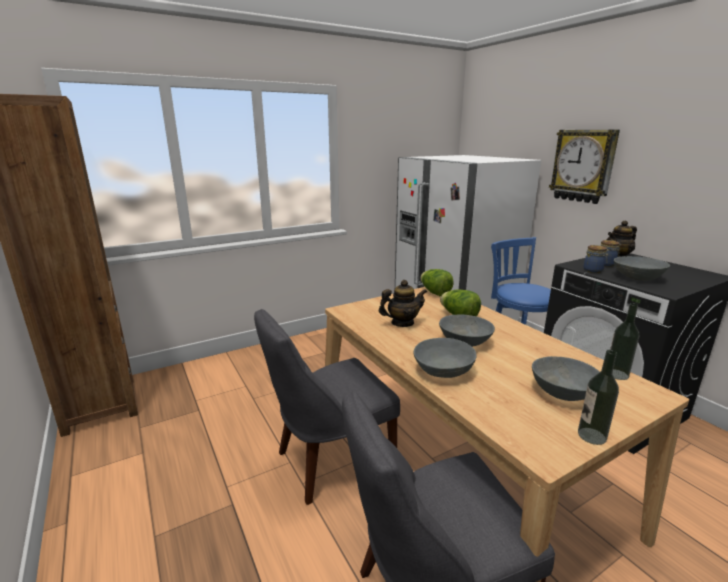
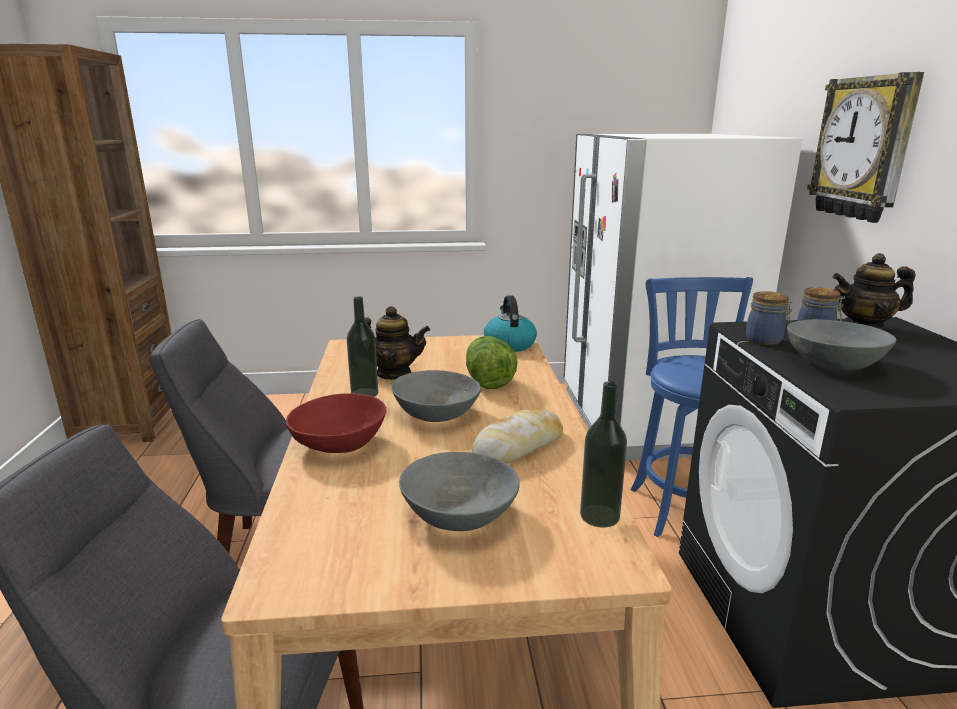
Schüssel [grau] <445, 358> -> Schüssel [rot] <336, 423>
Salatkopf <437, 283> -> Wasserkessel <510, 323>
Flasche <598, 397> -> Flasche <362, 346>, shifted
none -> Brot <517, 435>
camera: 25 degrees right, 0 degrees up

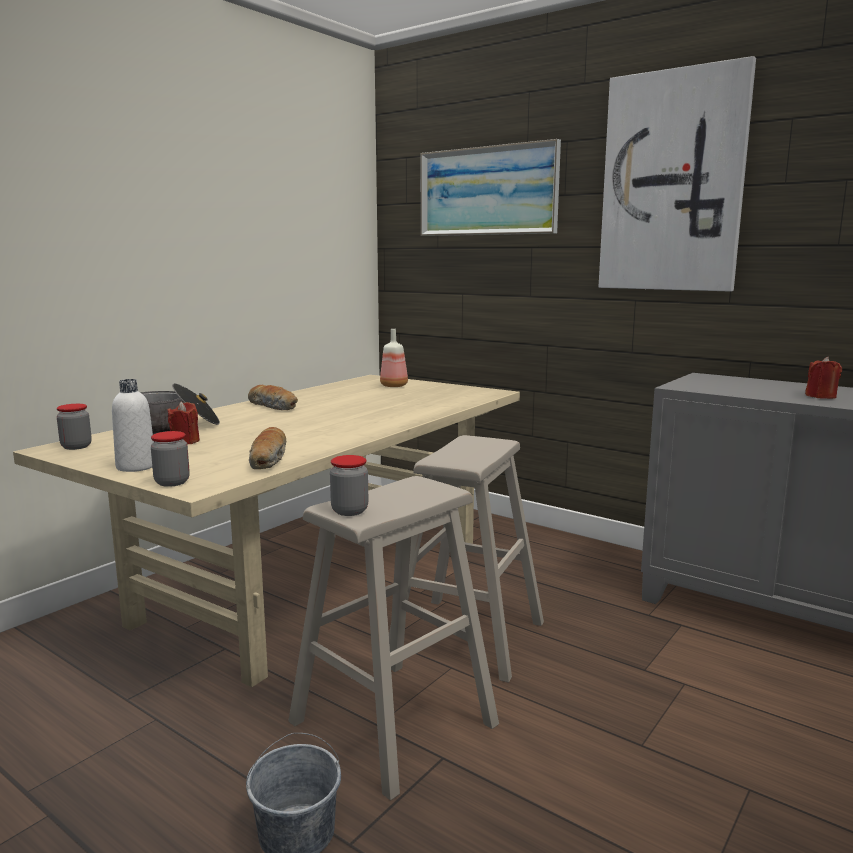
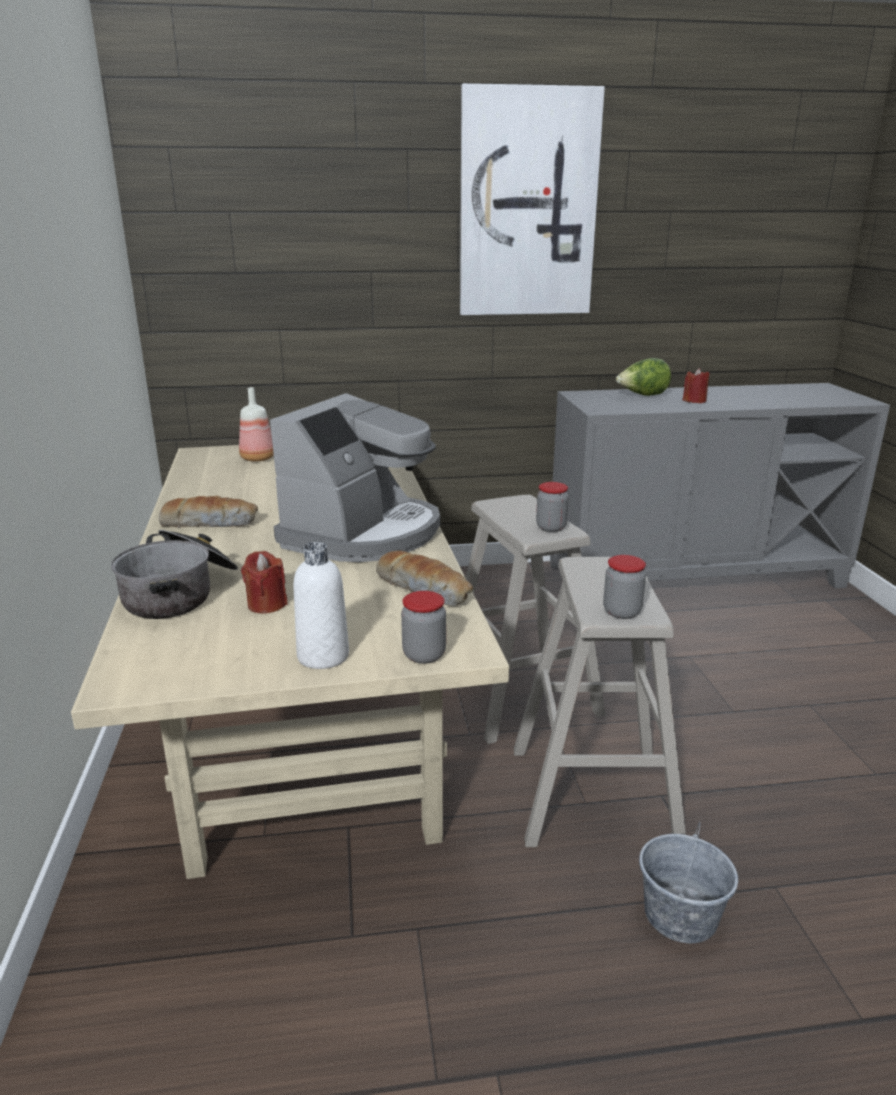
Vorratsglas <74, 427> -> Vorratsglas <552, 507>, shifted
Bild <491, 187> -> none
none -> Kaffeemaschine <355, 477>
none -> Salatkopf <643, 377>
camera: 45 degrees left, 10 degrees up

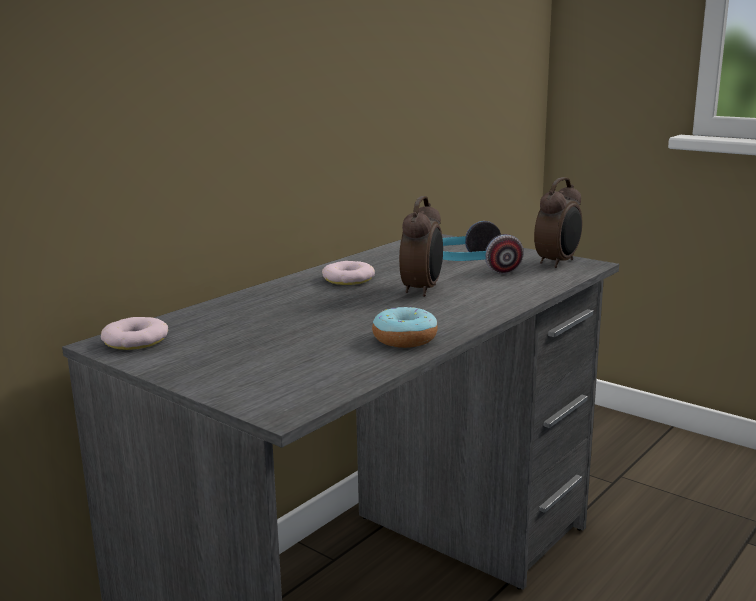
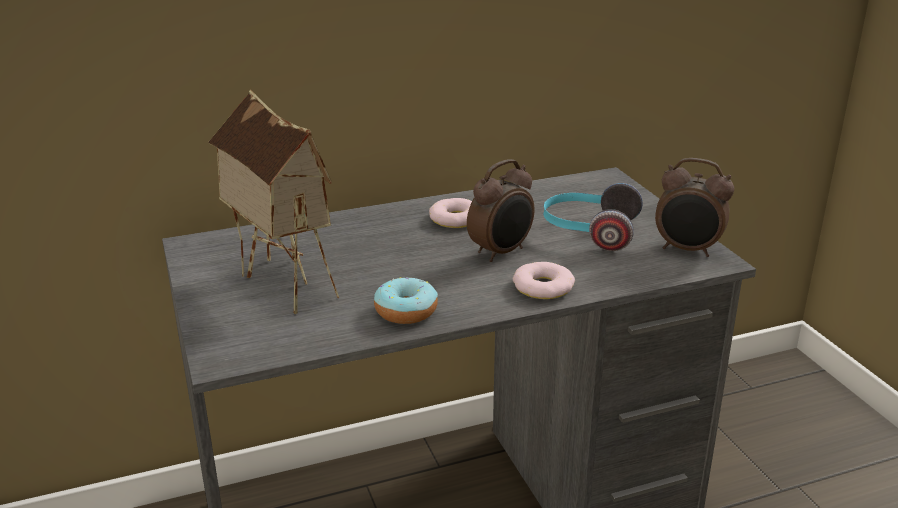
Donut <134, 333> -> Donut <544, 280>, shifted
Wecker <558, 222> -> Wecker <694, 207>, 45 degrees clockwise
none -> Spielzeughaus <273, 201>
camera: 30 degrees right, 10 degrees up

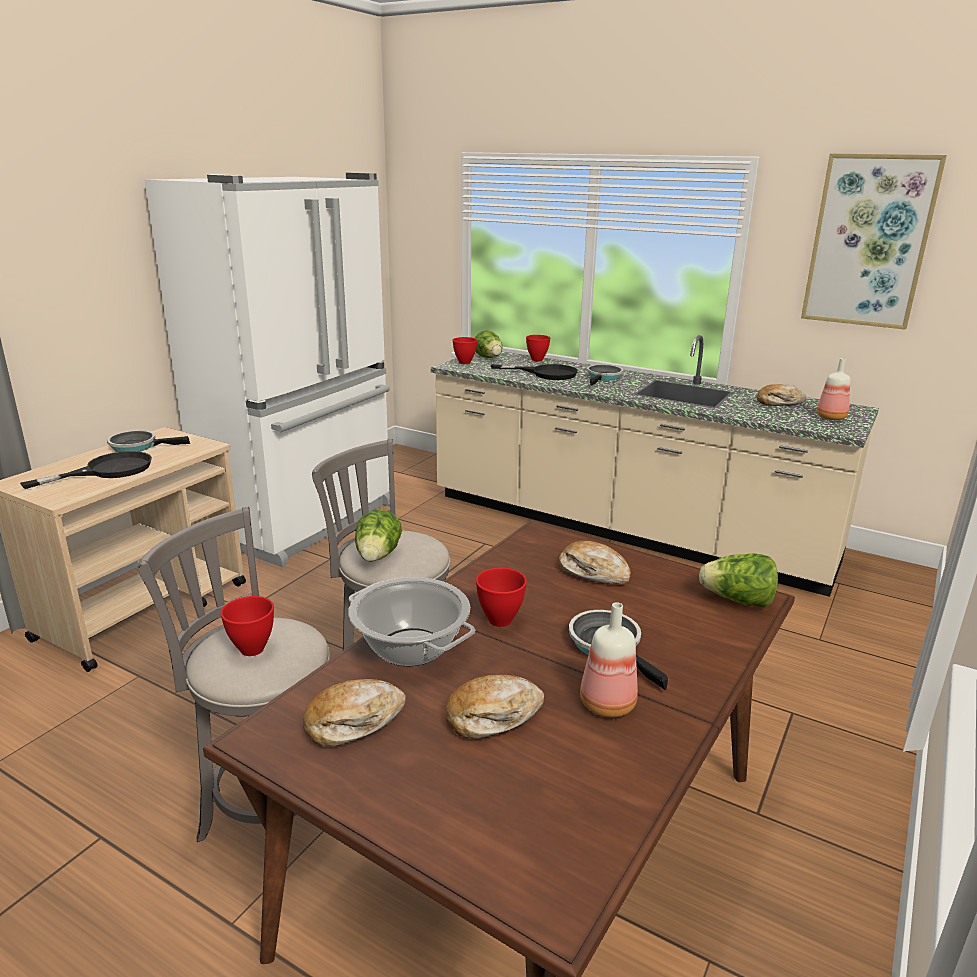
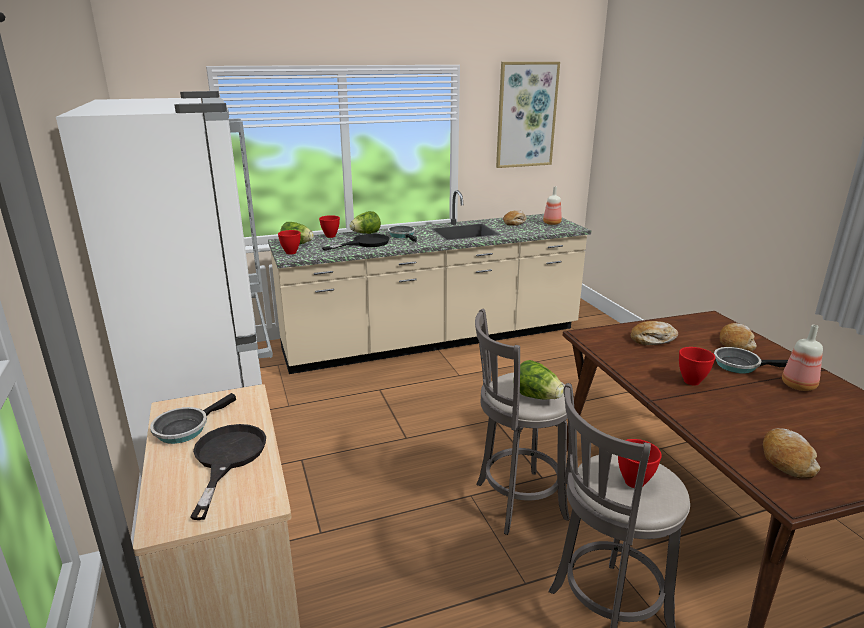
Kochtopf <412, 621> -> none
Brot <494, 707> -> Brot <738, 337>, shifted
Salatkopf <738, 580> -> Salatkopf <365, 222>, shifted
camera: 50 degrees left, 0 degrees up

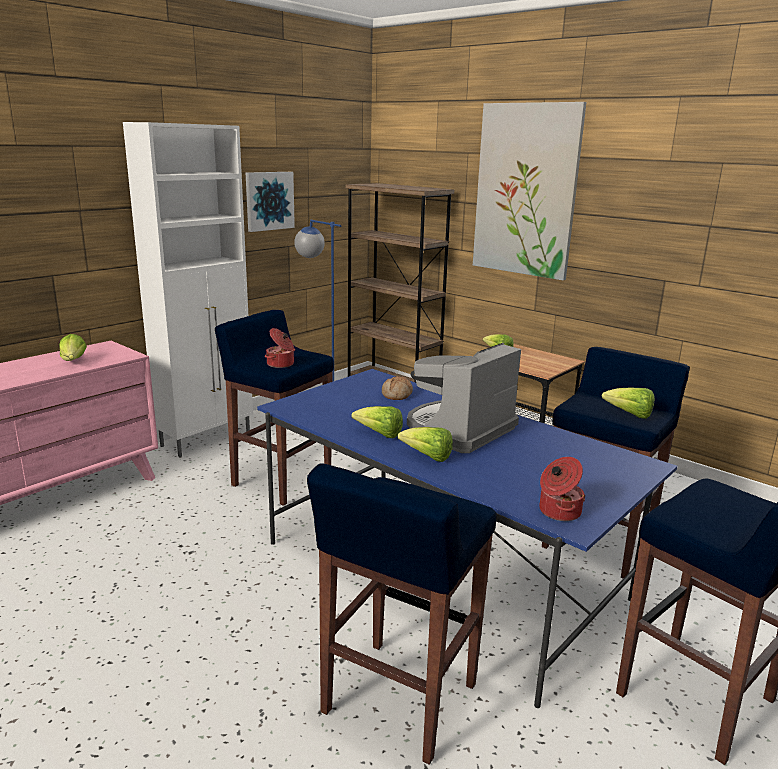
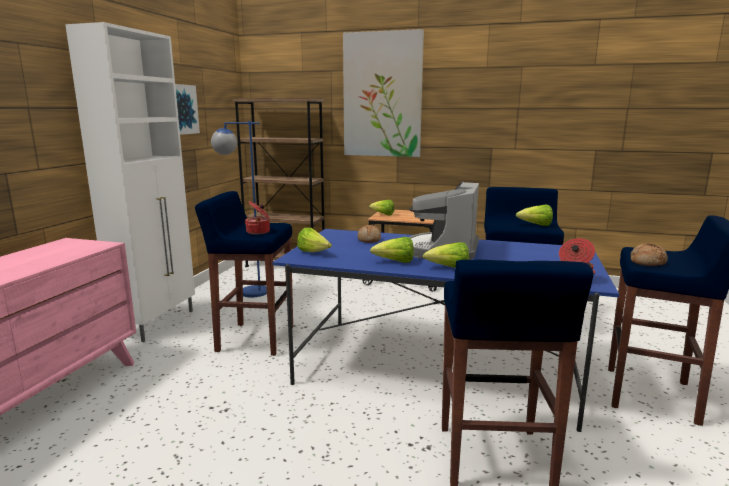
Salatkopf <73, 347> -> Salatkopf <314, 240>, shifted
none -> Brot <649, 254>
camera: 25 degrees left, 5 degrees down

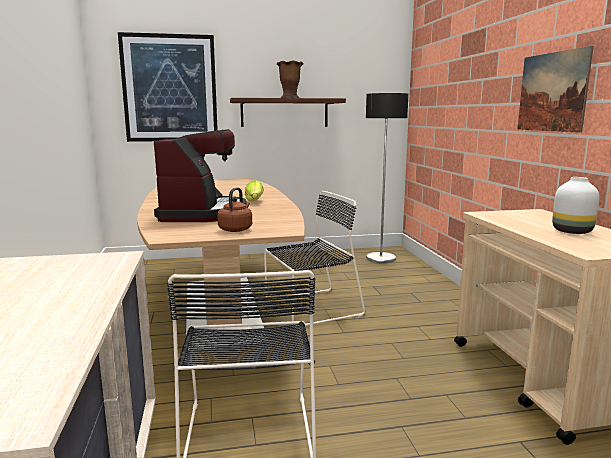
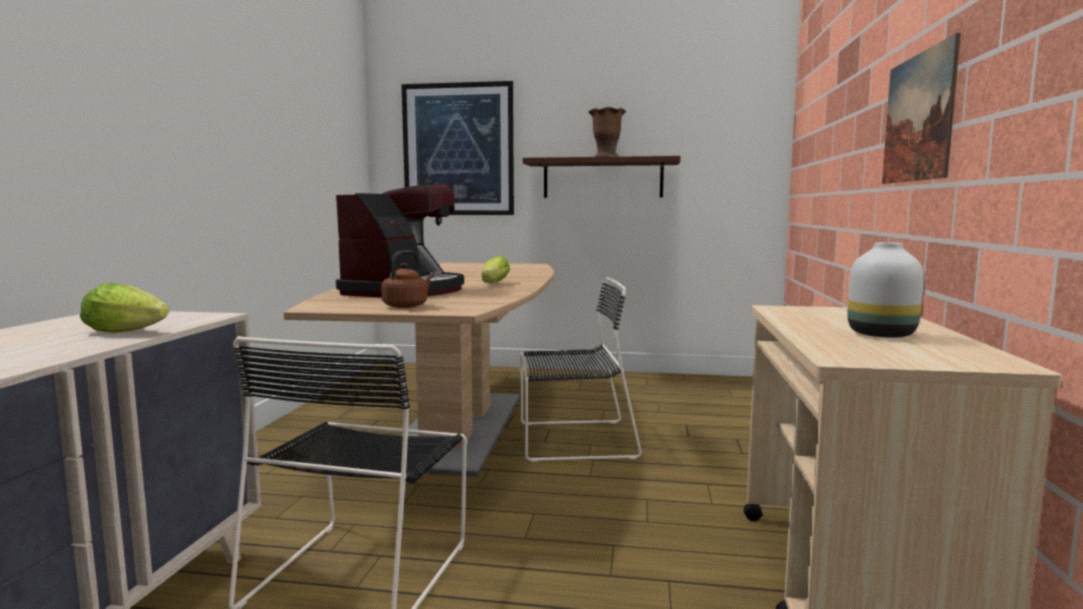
Stehlampe <387, 178> -> none
none -> Salatkopf <124, 308>
camera: 20 degrees right, 5 degrees down

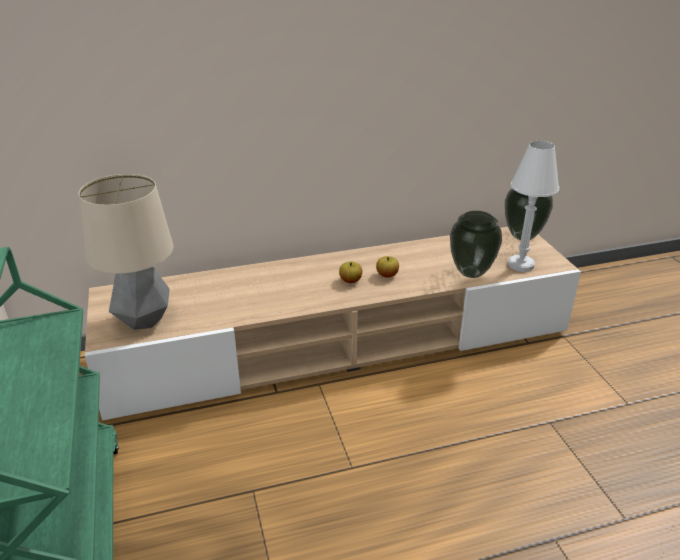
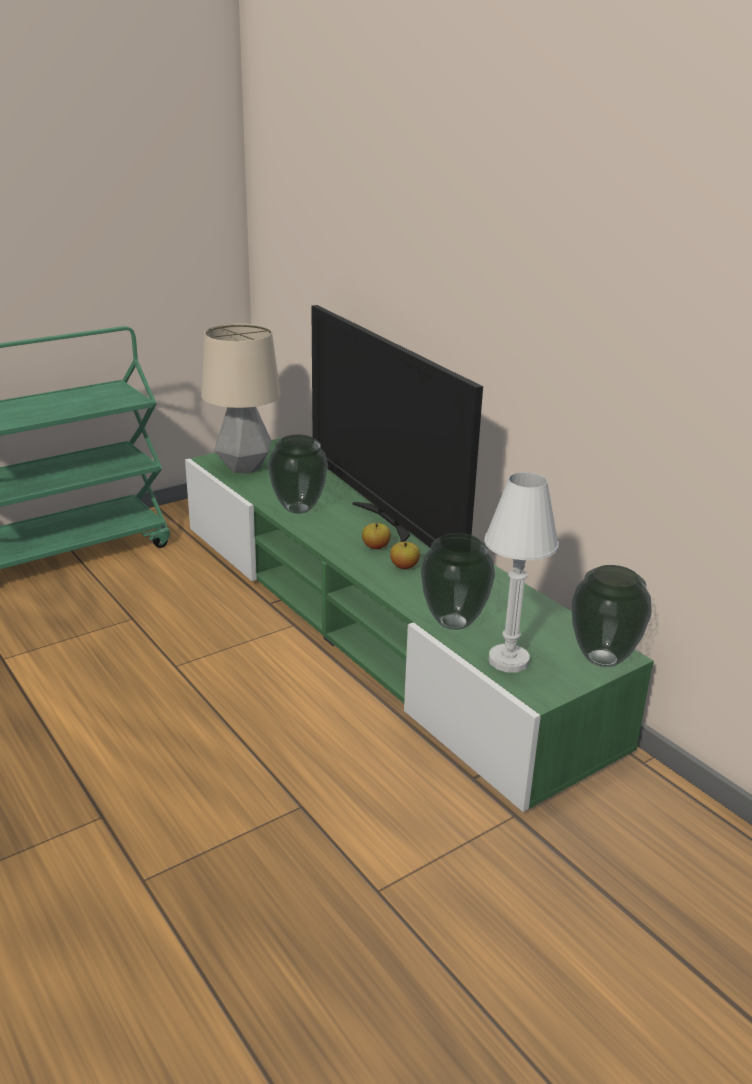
Fernsehschrank [beige] <333, 324> -> Fernsehschrank [grün] <419, 625>
none -> Vase <298, 474>
none -> Fernseher <397, 426>
camera: 70 degrees right, 5 degrees down

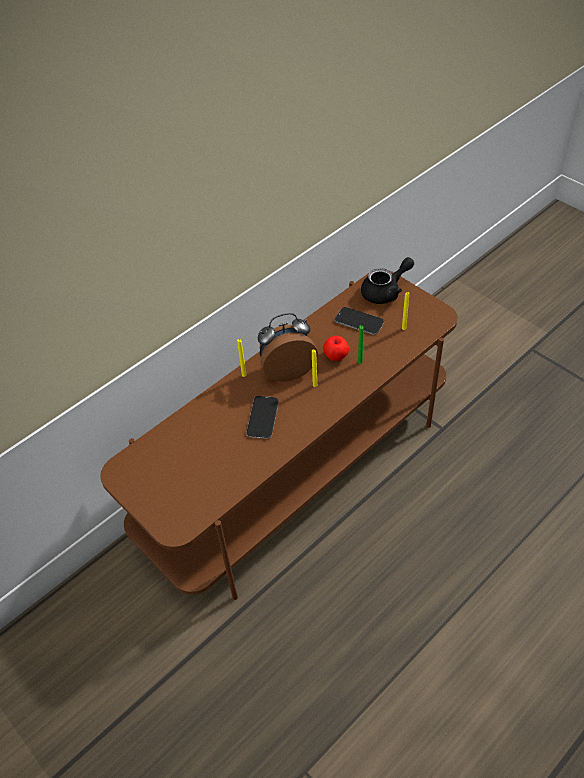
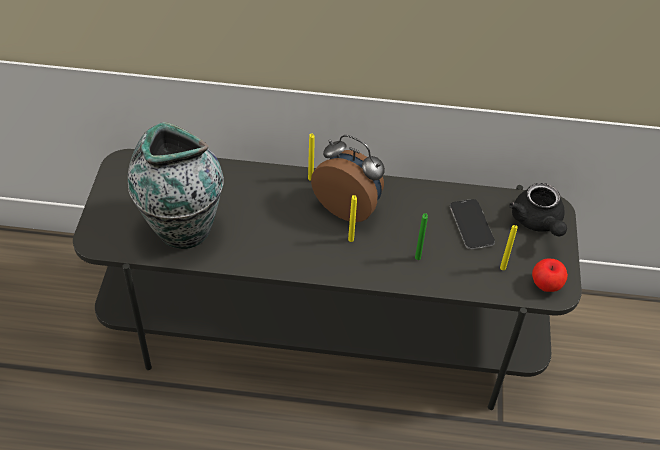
Fernsehschrank [braun] <279, 435> -> Fernsehschrank [grau] <327, 279>
Handy <262, 417> -> none
Apfel <336, 348> -> Apfel <550, 275>, shifted
Teekanne [schwarz] <387, 280> -> Teekanne [schwarz] <538, 210>, 60 degrees clockwise
none -> Vase <175, 185>
camera: 45 degrees right, 0 degrees up

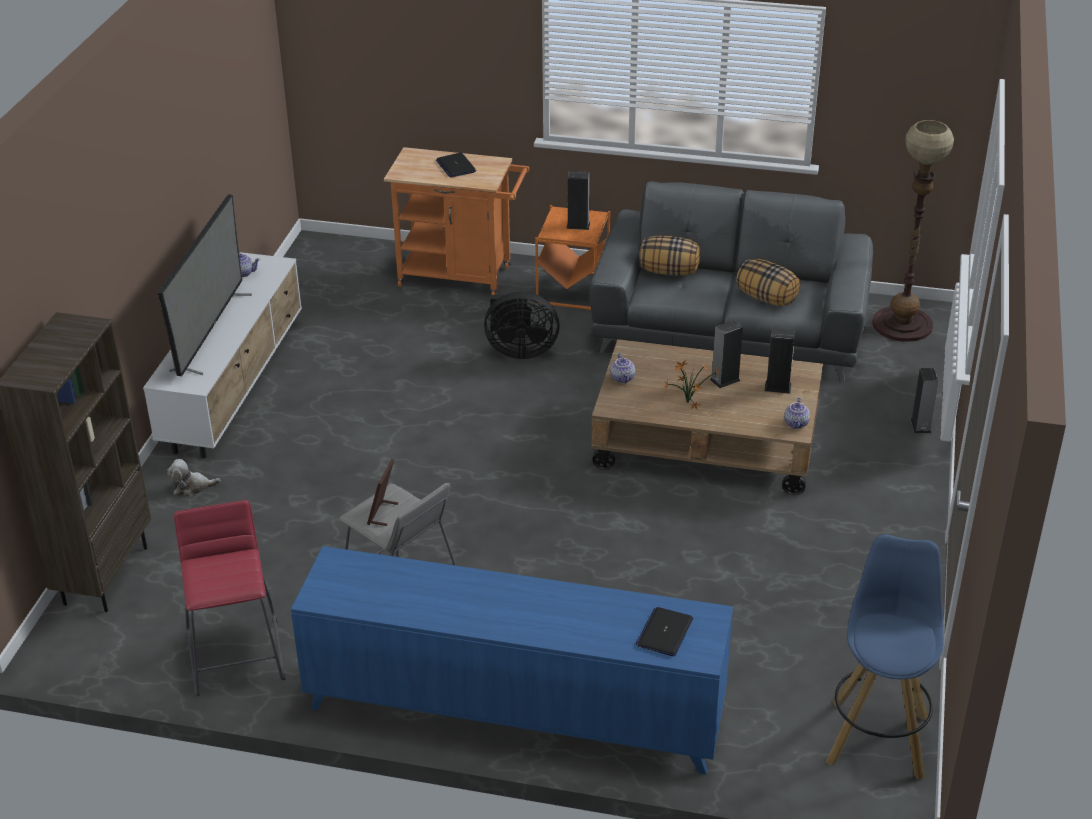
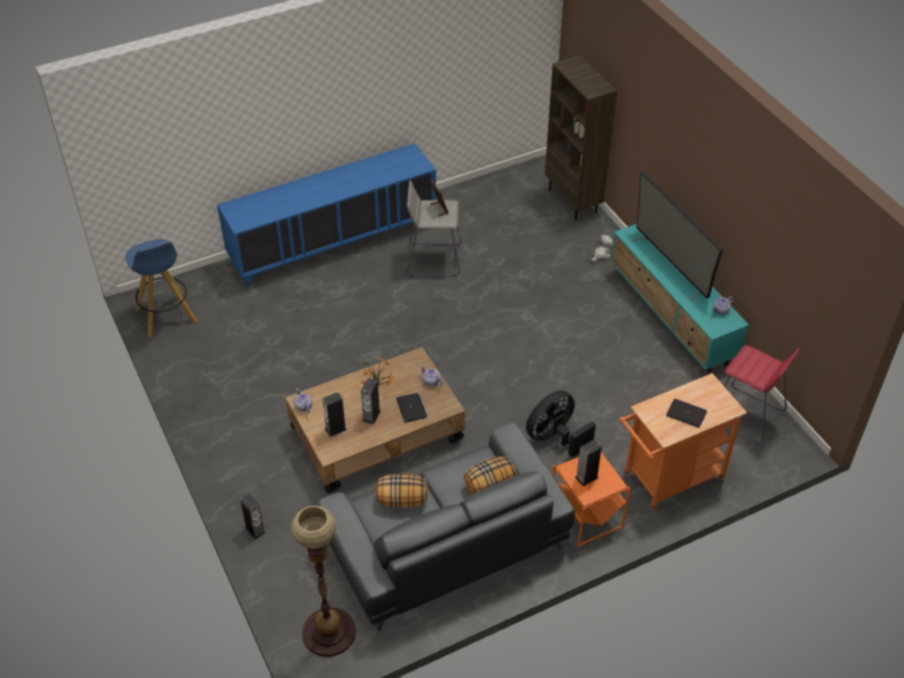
Fernsehschrank [weiß] <222, 355> -> Fernsehschrank [türkis] <679, 298>
Hocker [rot] <229, 598> -> Hocker [rot] <762, 394>, shifted
Laptop <664, 631> -> Laptop <411, 408>, shifted
camera: 140 degrees right, 10 degrees up

